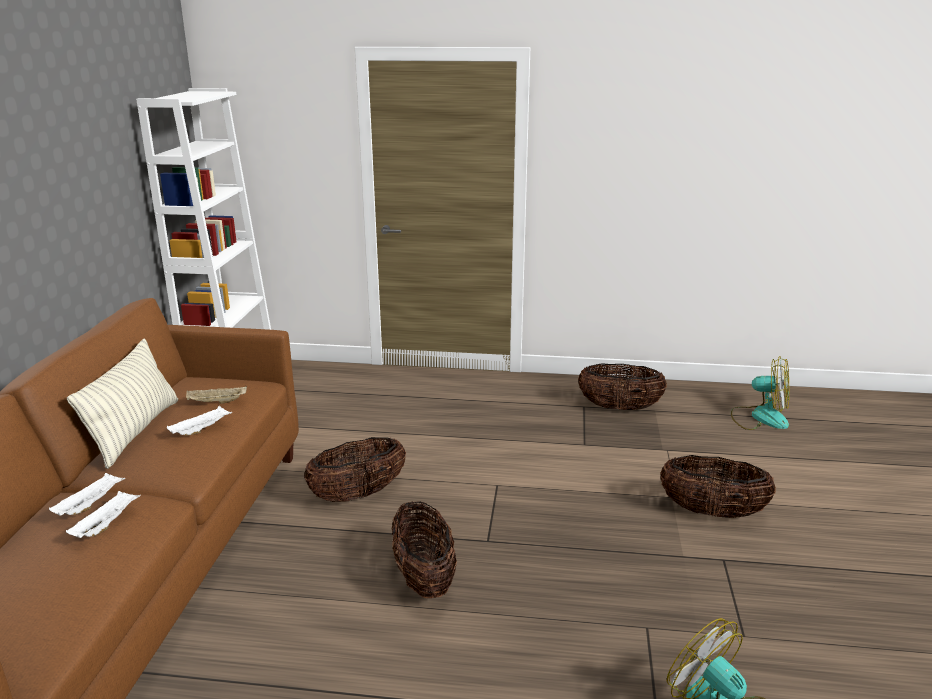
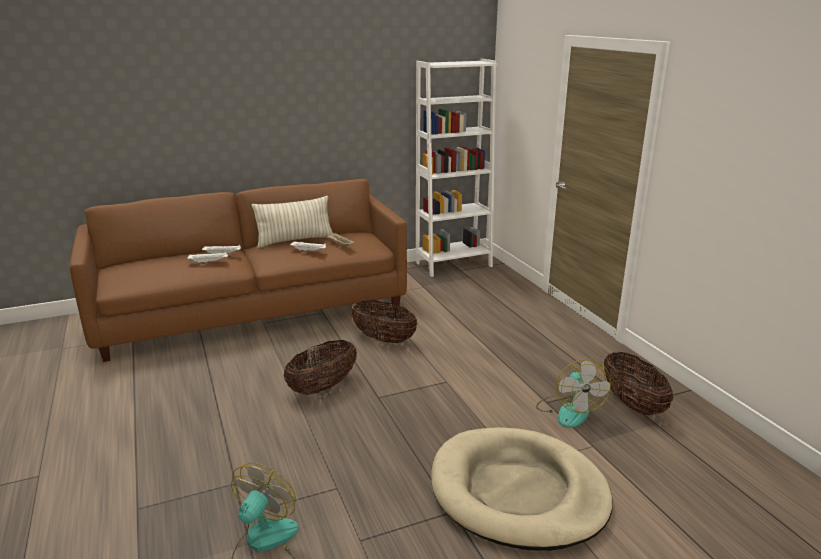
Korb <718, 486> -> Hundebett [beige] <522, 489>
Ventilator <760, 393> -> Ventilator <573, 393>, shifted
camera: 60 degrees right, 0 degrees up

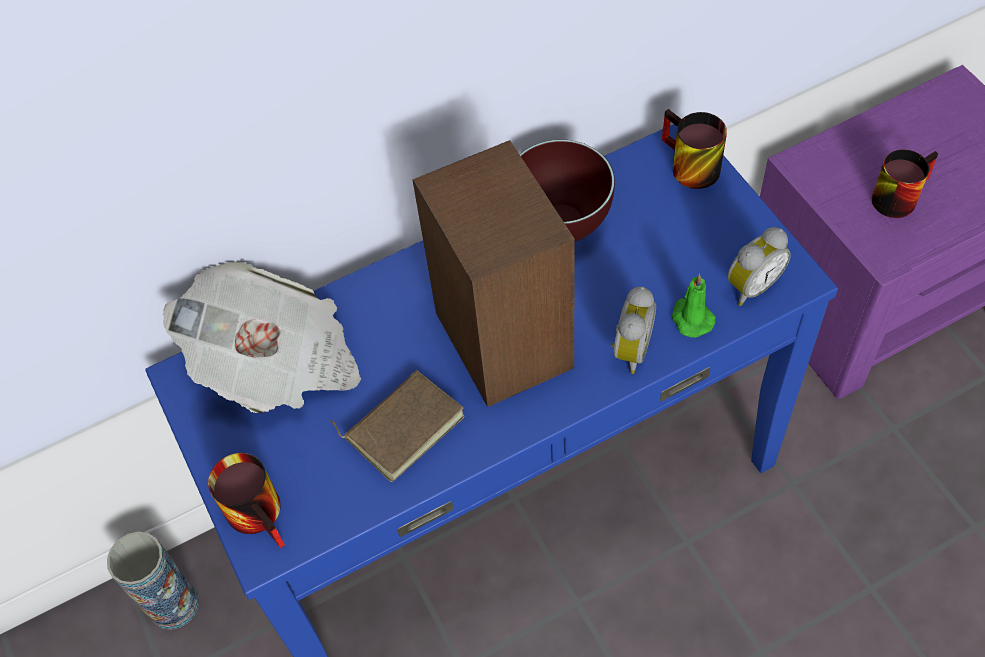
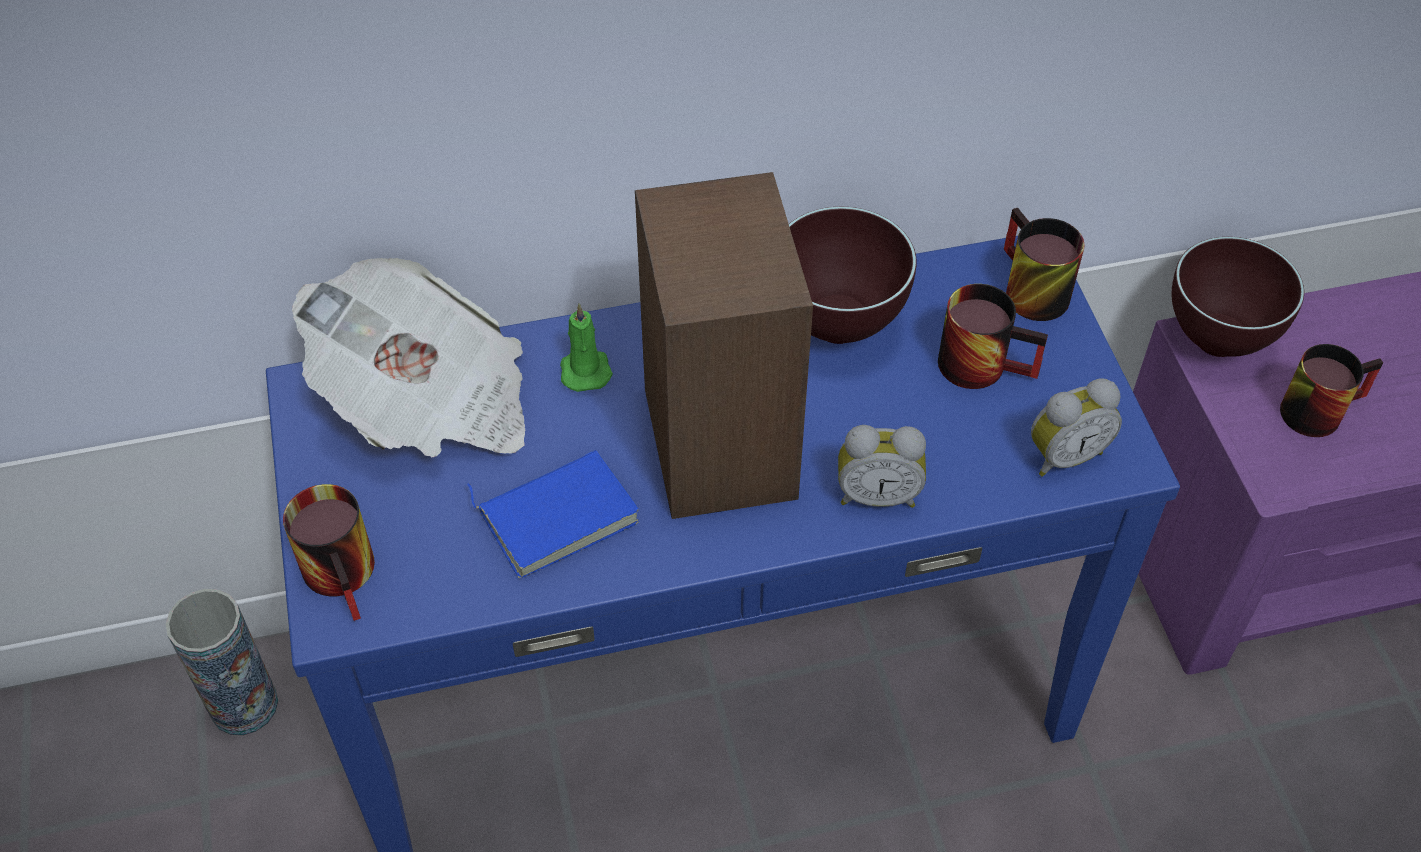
Buch [braun] <397, 426> -> Buch [blau] <553, 514>
Wecker <633, 330> -> Wecker <882, 466>, 60 degrees clockwise
Kerze [grün] <693, 306> -> Kerze [grün] <586, 347>, shifted
none -> Henkelbecher <993, 336>
none -> Schüssel [braun] <1237, 297>
camera: 10 degrees right, 5 degrees down

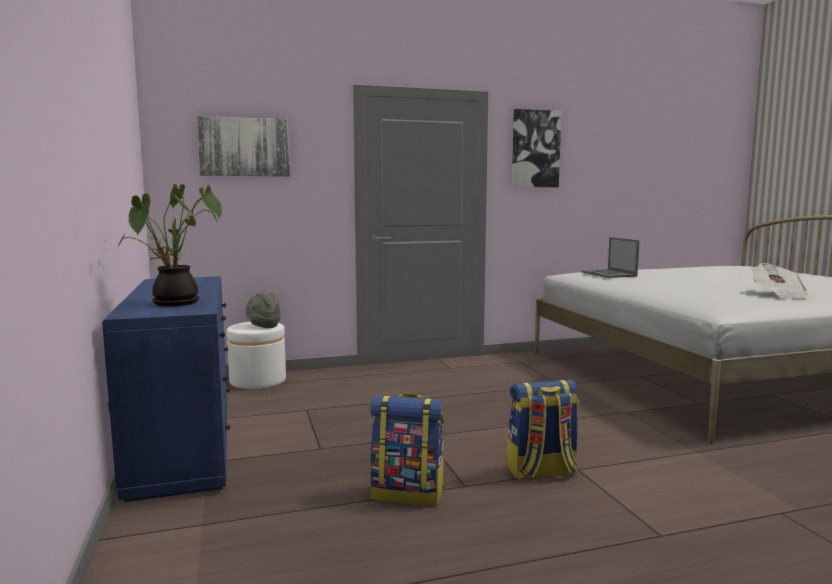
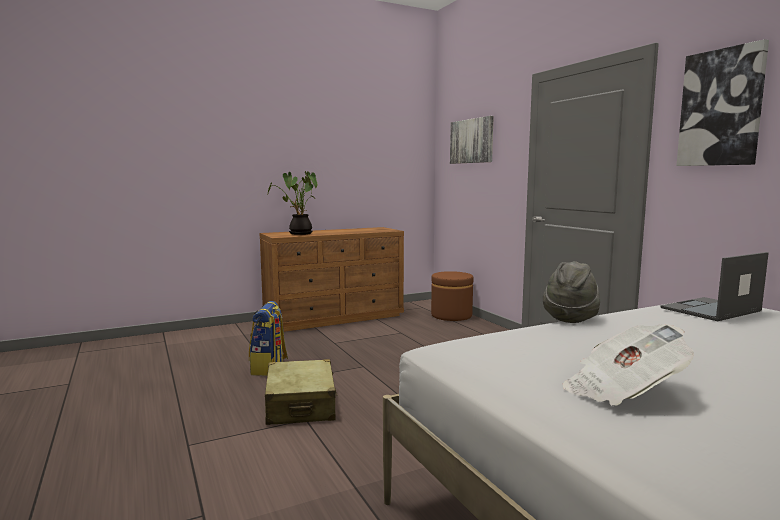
Kommode [blau] <166, 389> -> Kommode [braun] <332, 279>
Polsterhocker [weiß] <256, 355> -> Polsterhocker [braun] <452, 296>
Hut [grau] <263, 309> -> Hut [grau] <571, 292>, shifted
Rucksack <543, 429> -> Koffer [beige] <301, 392>
camera: 80 degrees right, 0 degrees up

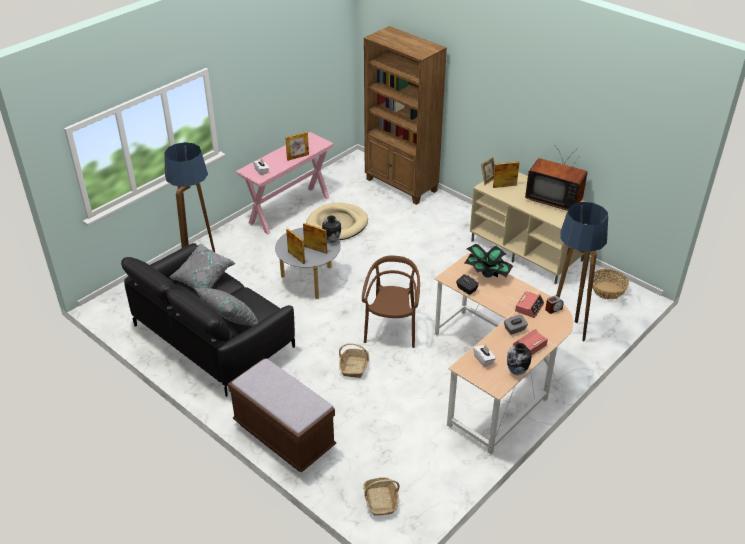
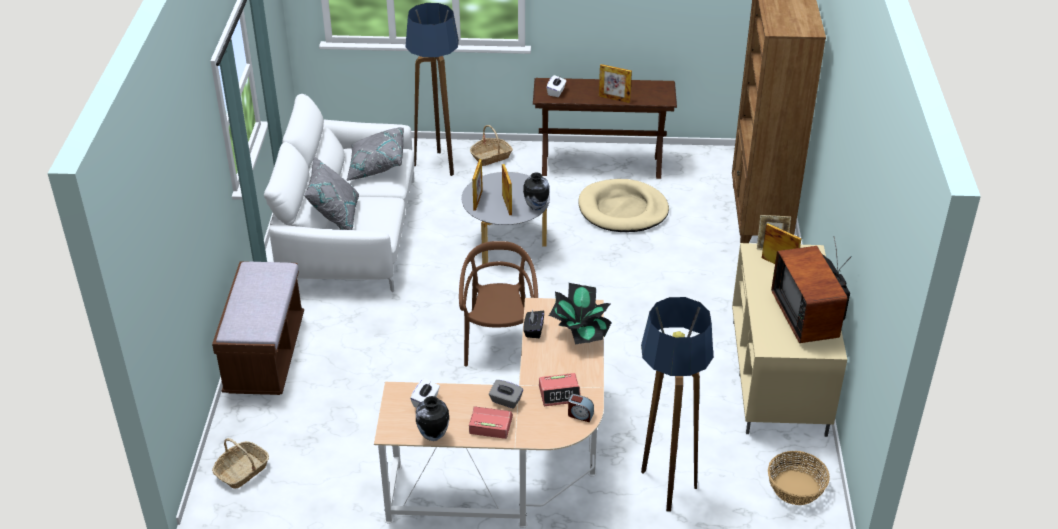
Sofa [schwarz] <208, 320> -> Sofa [weiß] <339, 193>
Konsolentisch [rosa] <285, 183> -> Konsolentisch [braun] <605, 128>
Korb <354, 360> -> Korb <491, 145>, shifted
Stuhl [braun] <391, 302> -> Stuhl [braun] <498, 304>, 60 degrees counterclockwise
camera: 50 degrees right, 0 degrees up

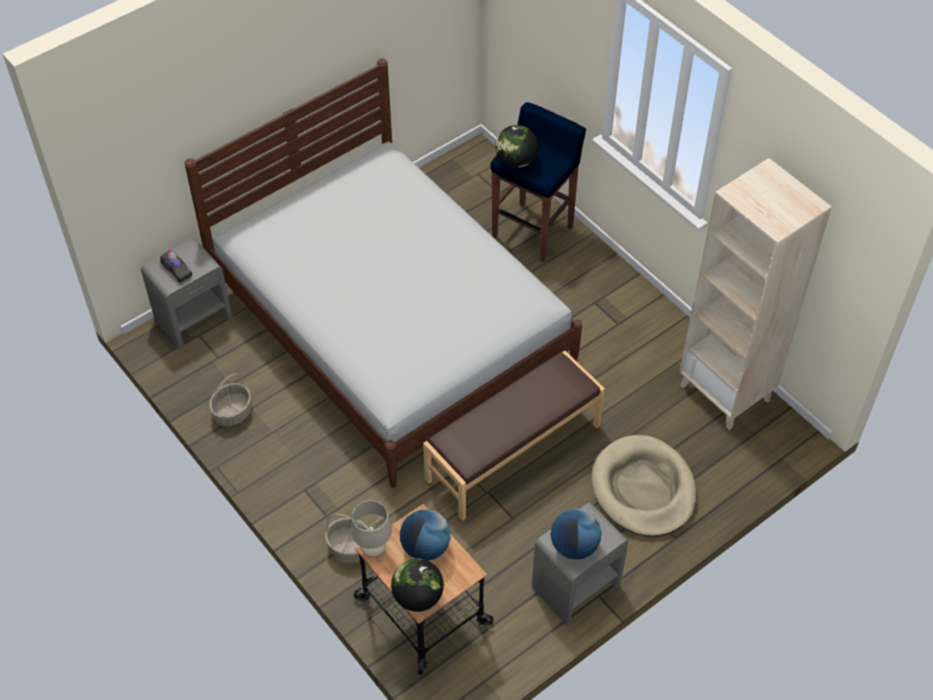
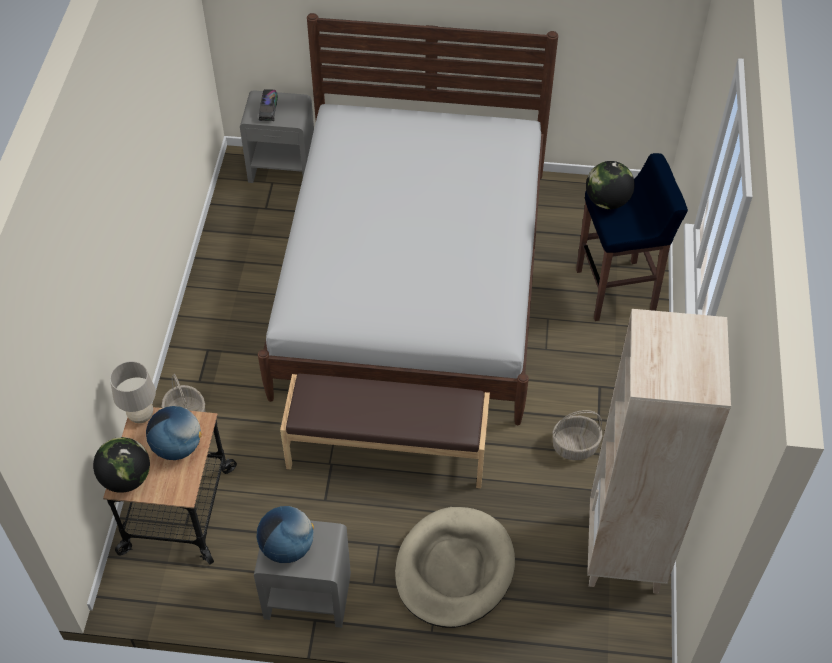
Korb <230, 399> -> Korb <577, 435>, shifted
camera: 45 degrees right, 0 degrees up

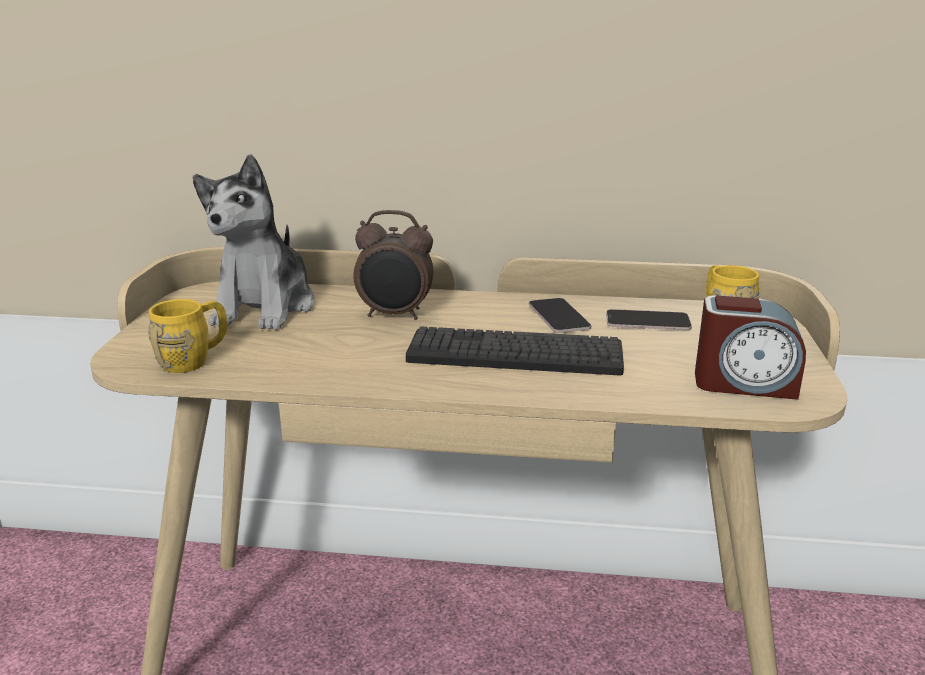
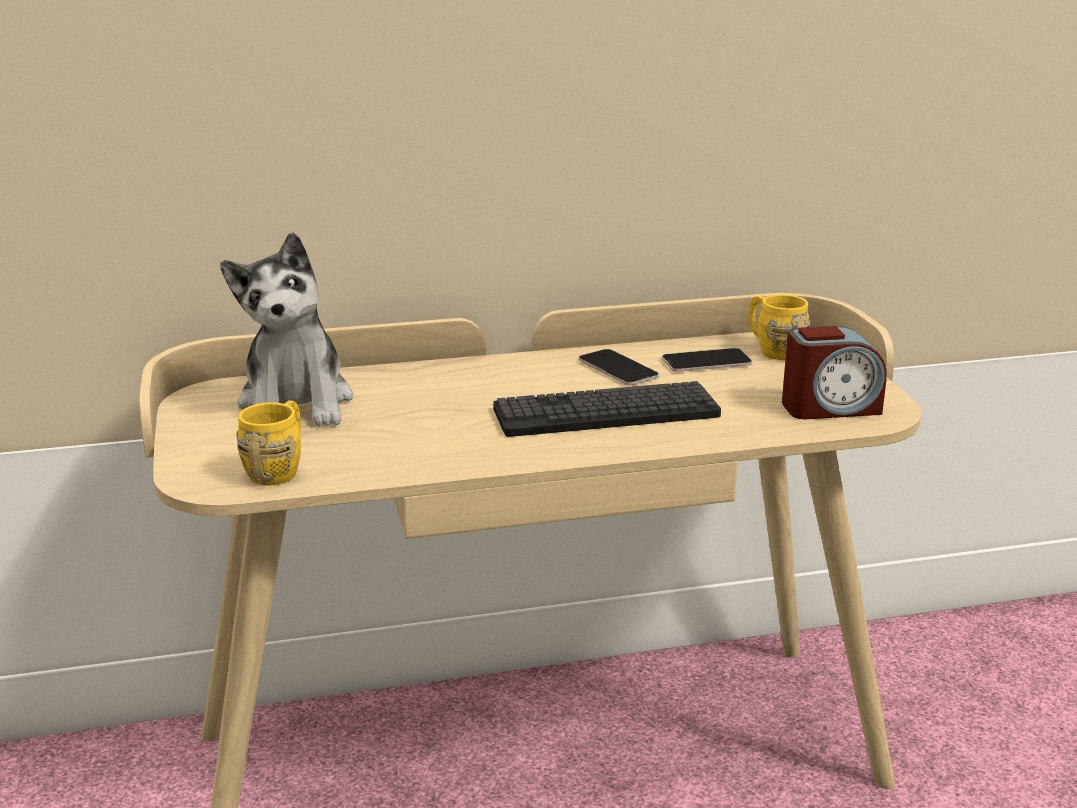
Wecker <393, 265> -> none
camera: 20 degrees left, 0 degrees up

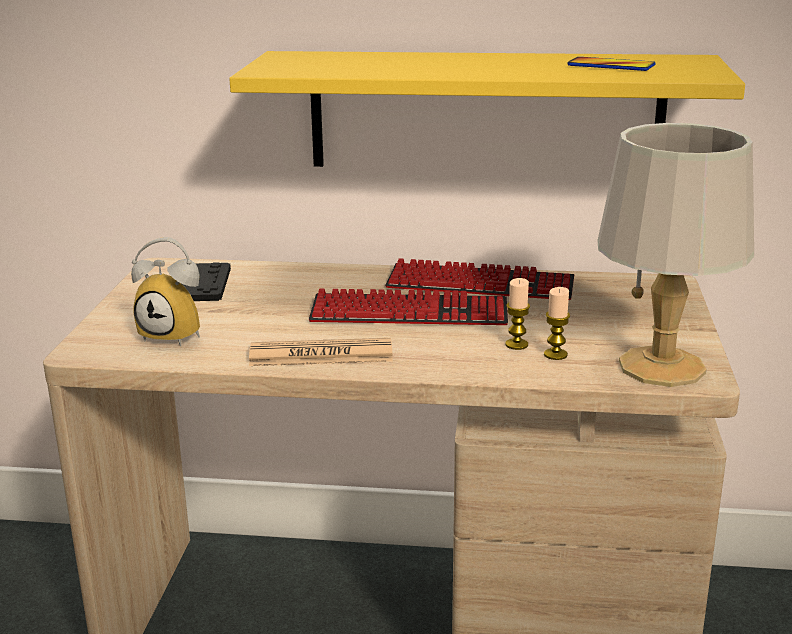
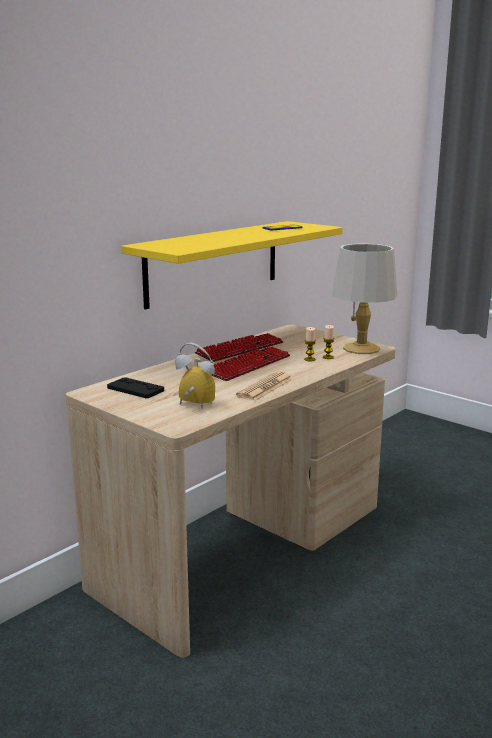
Wecker <165, 292> -> Wecker <195, 375>, 120 degrees counterclockwise
camera: 55 degrees left, 5 degrees down

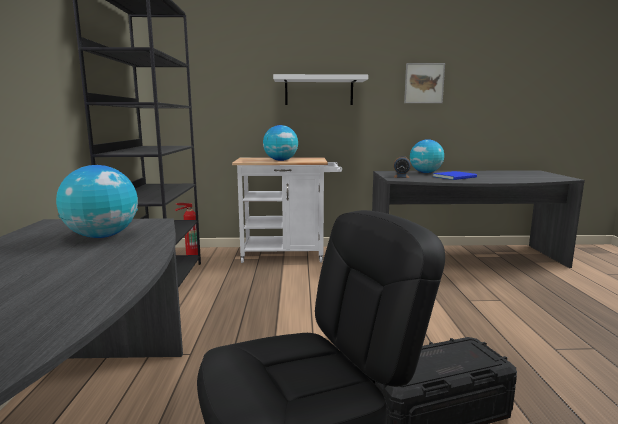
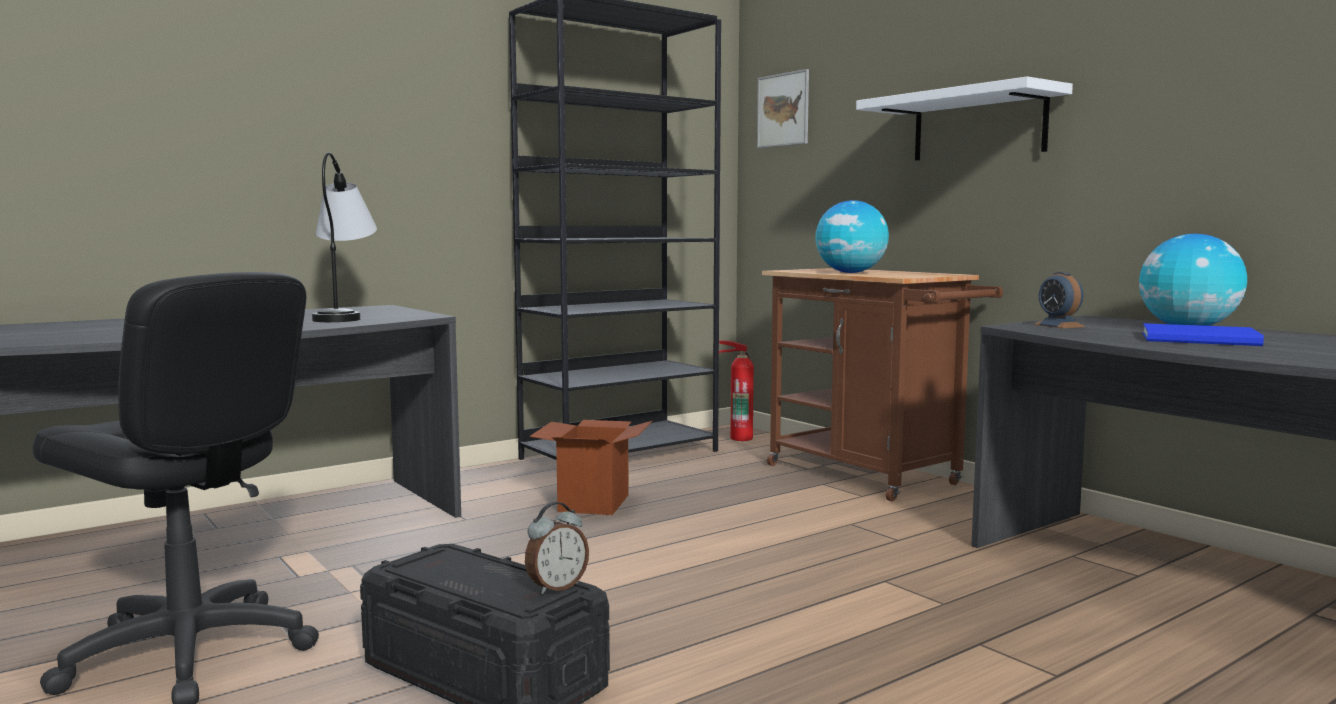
Globus <97, 201> -> Tischlampe <344, 237>
Rollwagen [weiß] <287, 210> -> Rollwagen [braun] <882, 385>
Bild <424, 83> -> Bild <783, 108>, shifted
none -> Wecker <557, 548>
none -> Karton <591, 467>
camera: 55 degrees right, 5 degrees down

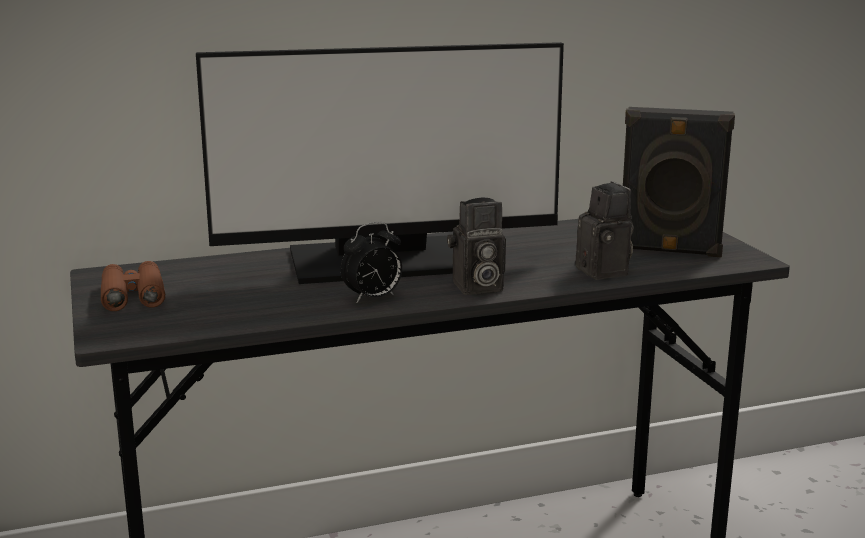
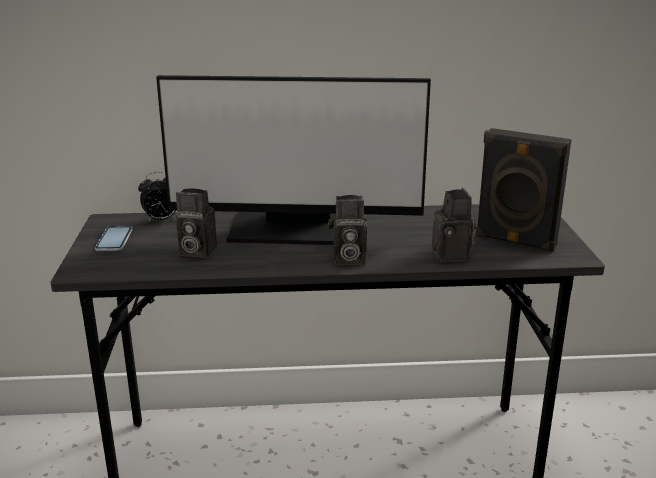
Fernglas [braun] <133, 286> -> Handy <114, 238>
Wecker <371, 262> -> Wecker <157, 197>, shifted
none -> Kamera <196, 223>
camera: 15 degrees right, 5 degrees up

